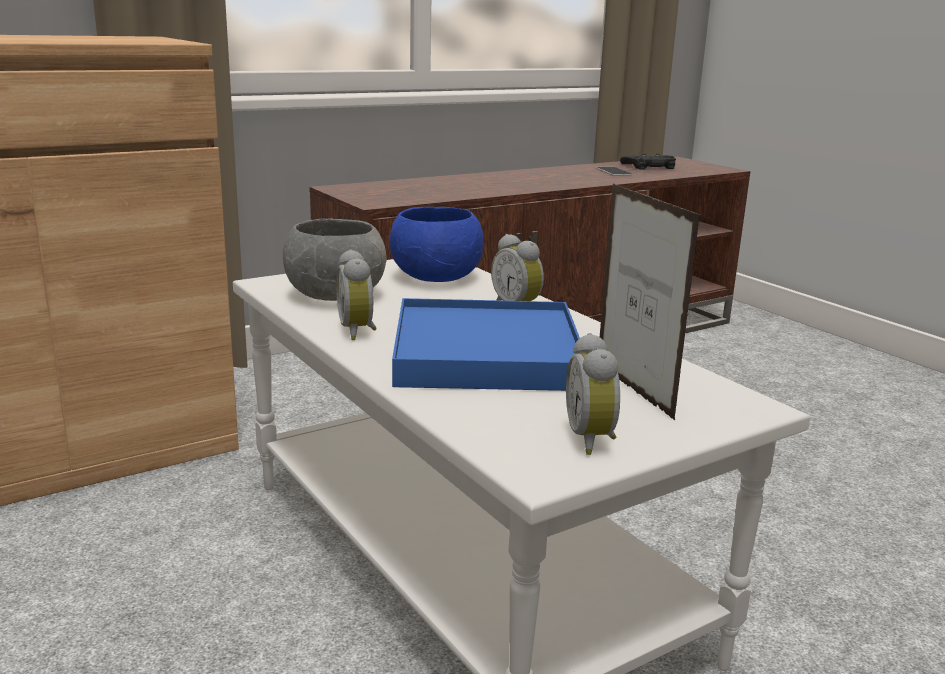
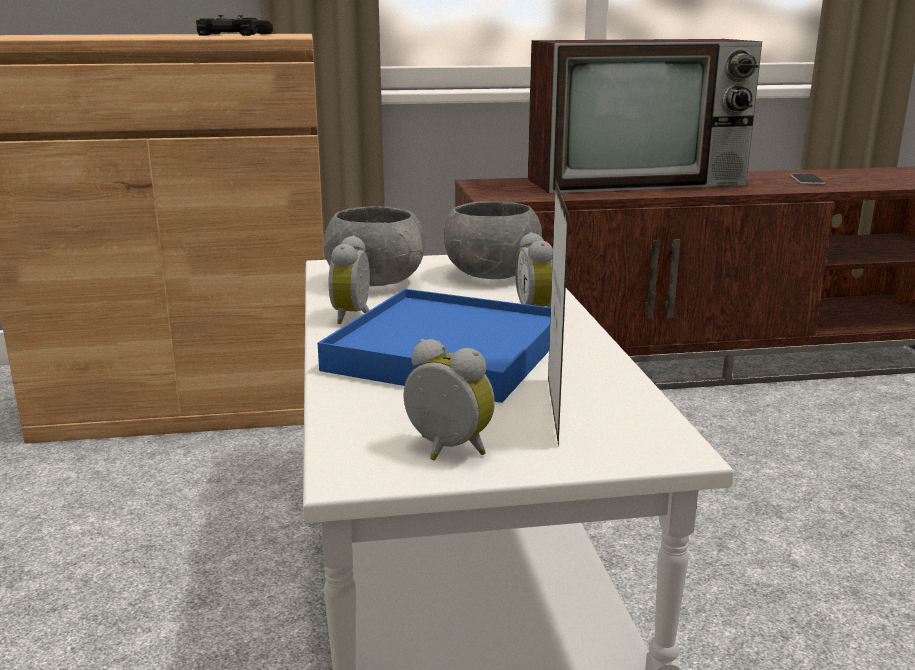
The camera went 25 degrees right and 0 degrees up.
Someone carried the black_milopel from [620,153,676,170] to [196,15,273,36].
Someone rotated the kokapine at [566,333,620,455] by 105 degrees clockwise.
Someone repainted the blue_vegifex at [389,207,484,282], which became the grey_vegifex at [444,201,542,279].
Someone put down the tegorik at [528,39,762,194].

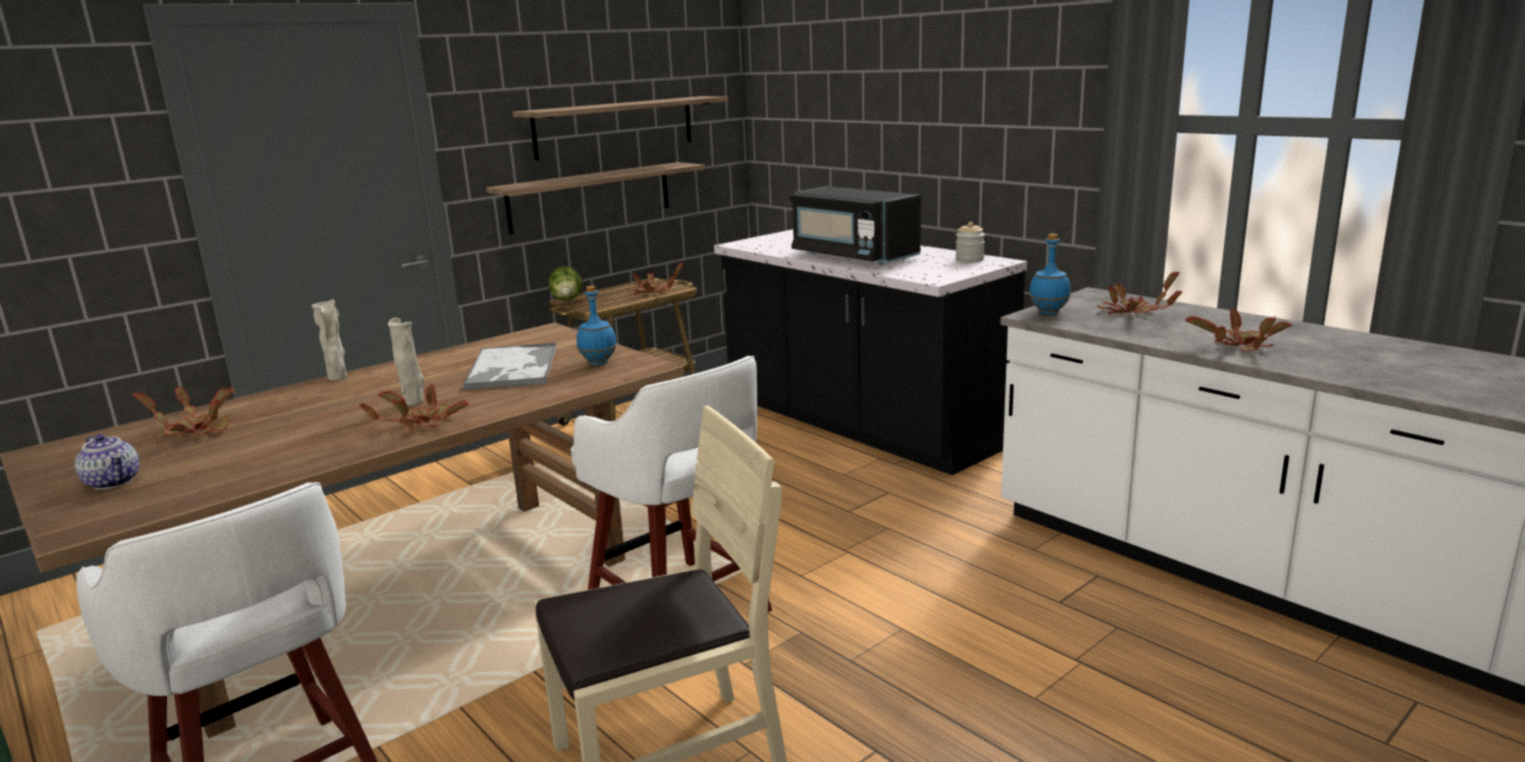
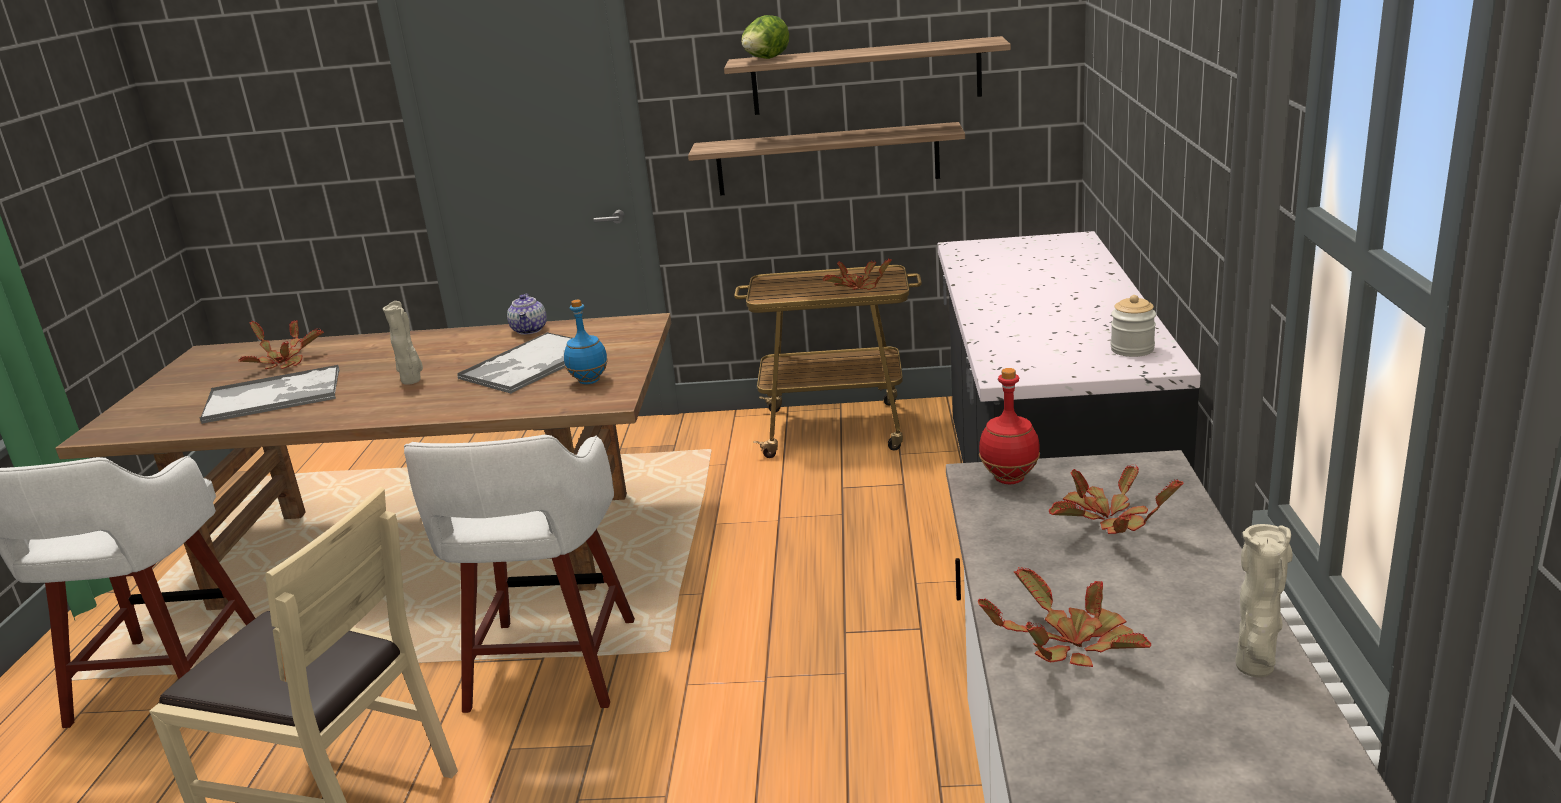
The camera went 45 degrees right and 5 degrees up.
Someone put down the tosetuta at [199,365,340,424].
Someone carried the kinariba from [75,434,140,490] to [507,294,547,335].
Someone carried the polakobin from [548,266,582,301] to [741,15,789,59].
Someone repainted the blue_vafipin at [1029,234,1071,315], which became the red_vafipin at [979,368,1040,484].
Someone carried the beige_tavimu from [311,299,347,381] to [1235,524,1293,677].
Someone took away the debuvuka at [359,385,469,430].
Someone took away the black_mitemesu at [790,186,921,265].

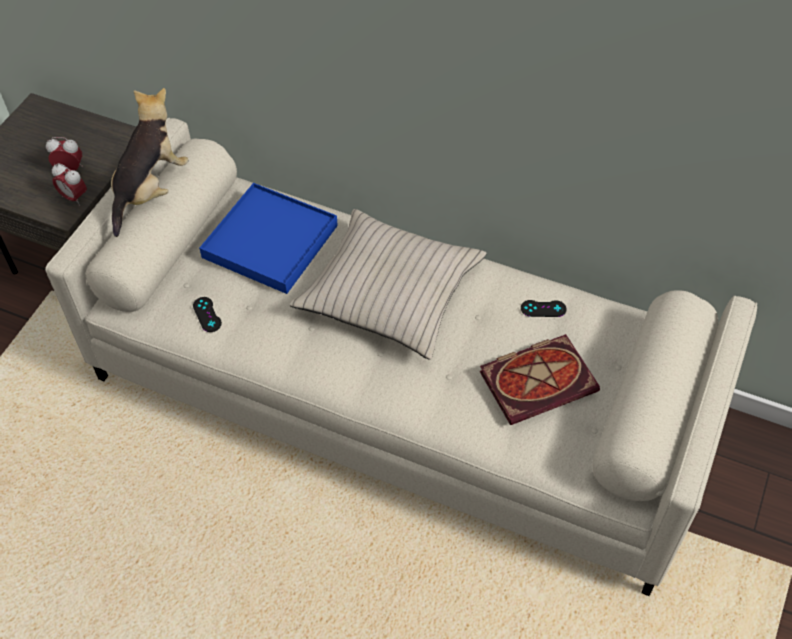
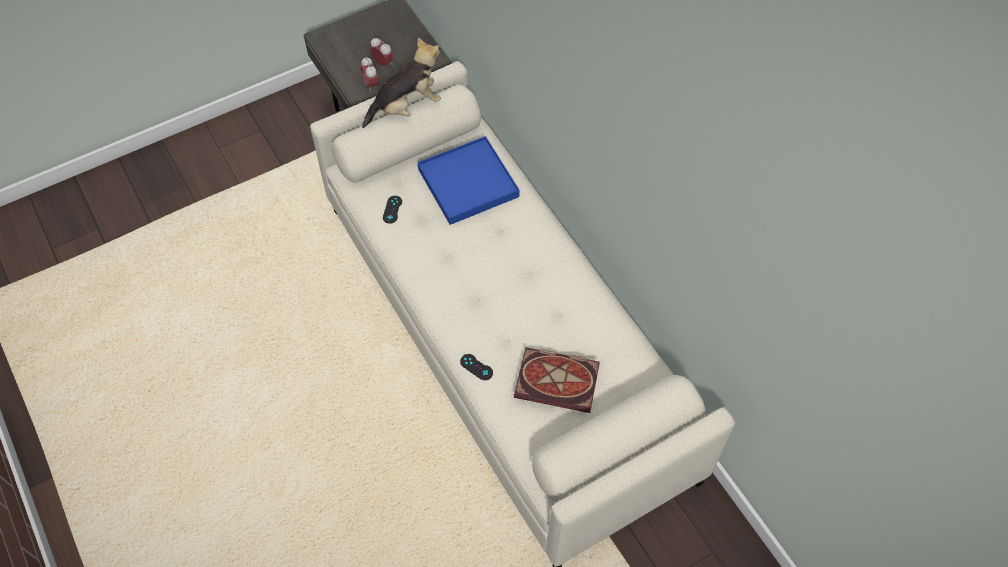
The camera went 35 degrees right and 5 degrees up.
Someone carried the black_milopel from [521,300,567,317] to [460,354,493,380].
Someone took away the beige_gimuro at [289,209,487,360].

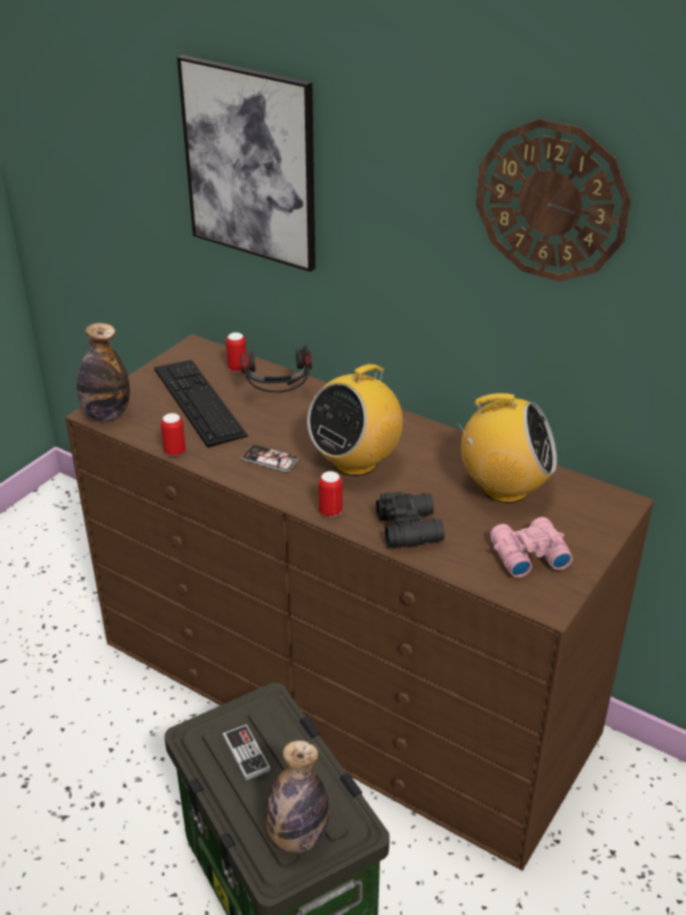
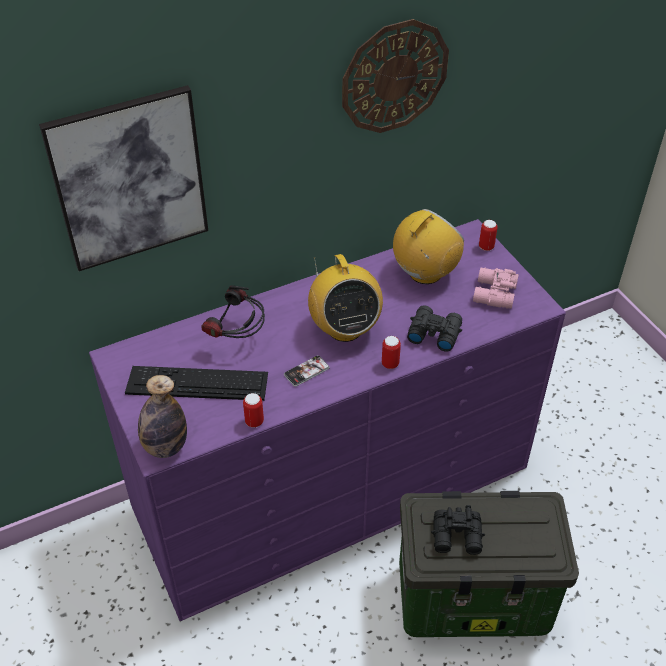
The camera went 60 degrees left and 10 degrees up.
Someone repainted the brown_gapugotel at [65,334,654,870], which became the purple_gapugotel at [89,219,566,621].
Someone swapped the milopel at [222,724,271,781] for the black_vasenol at [431,505,485,555].
Someone carried the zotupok from [226,332,246,372] to [479,220,498,251].
Someone took away the vafipin at [265,740,329,853].

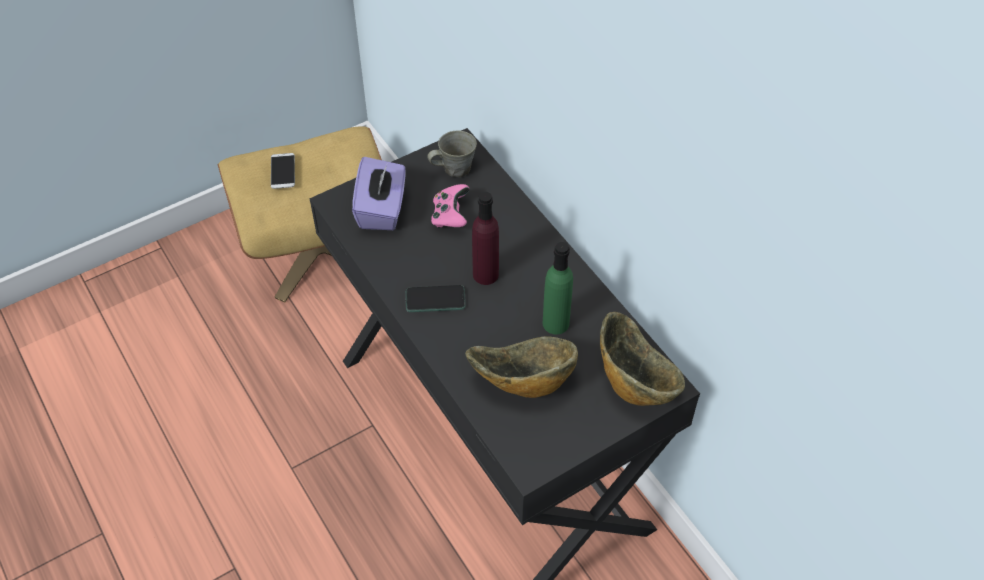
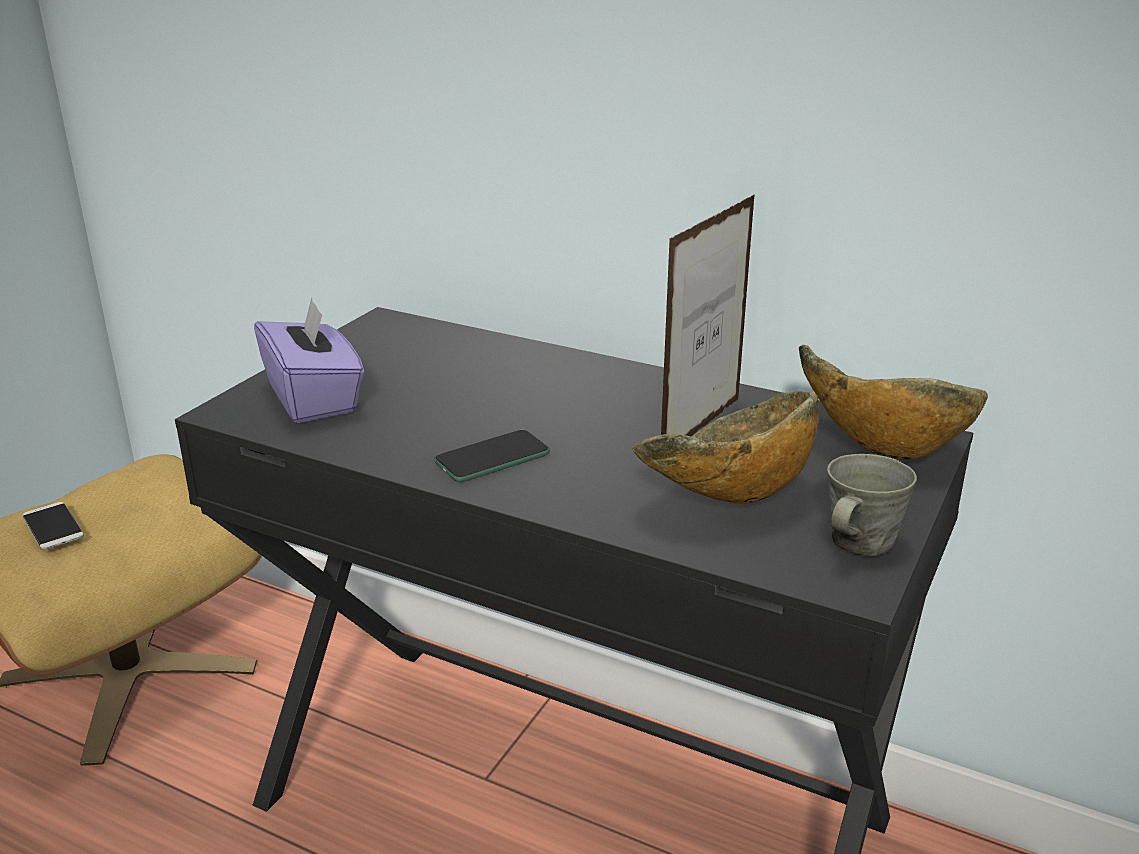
The camera went 30 degrees left and 25 degrees down.
Someone swapped the green_vafipin at [543,242,573,335] for the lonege at [661,194,755,437].
Someone carried the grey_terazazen from [427,130,477,177] to [827,454,917,556].
Someone took away the pink_milopel at [431,184,469,227].
Someone took away the purple_vafipin at [472,192,499,285].

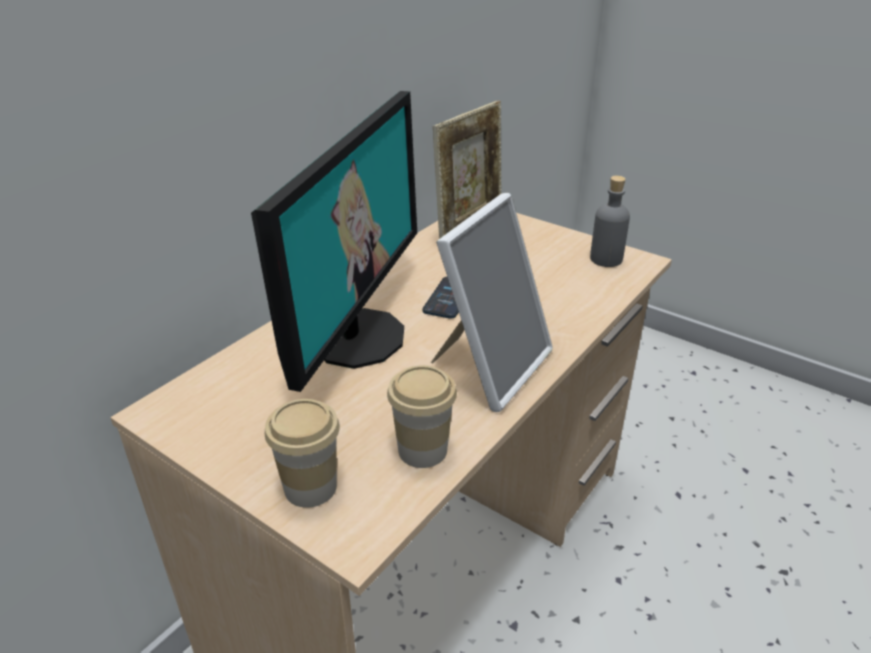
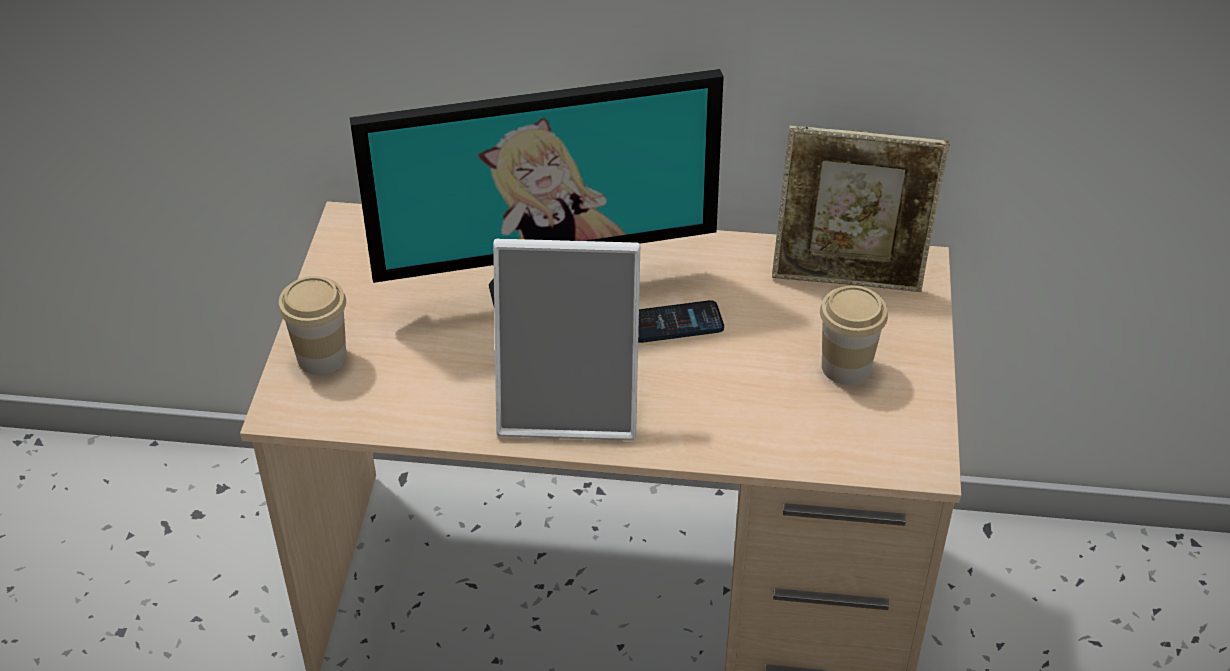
The camera went 60 degrees right and 10 degrees up.
Someone carried the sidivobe from [387,365,457,468] to [820,286,888,385].
Someone took away the grey_vafipin at [590,176,630,267].

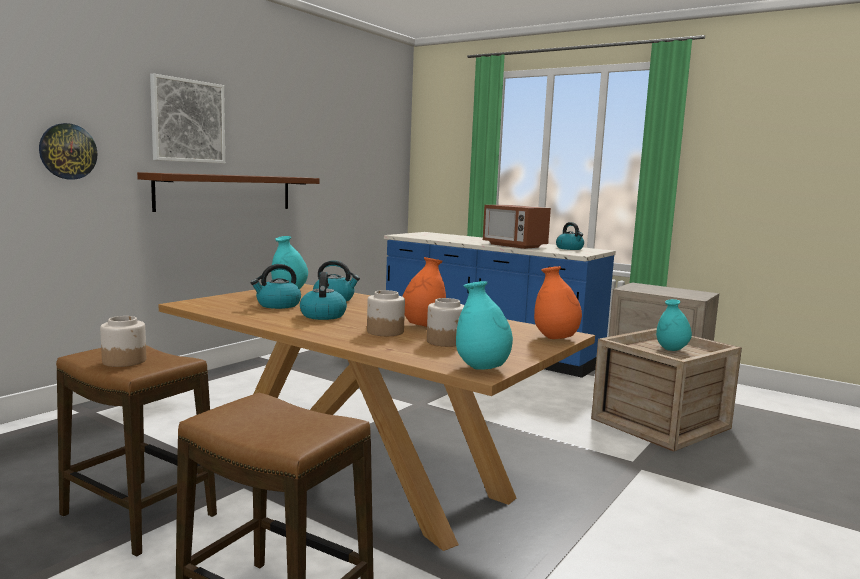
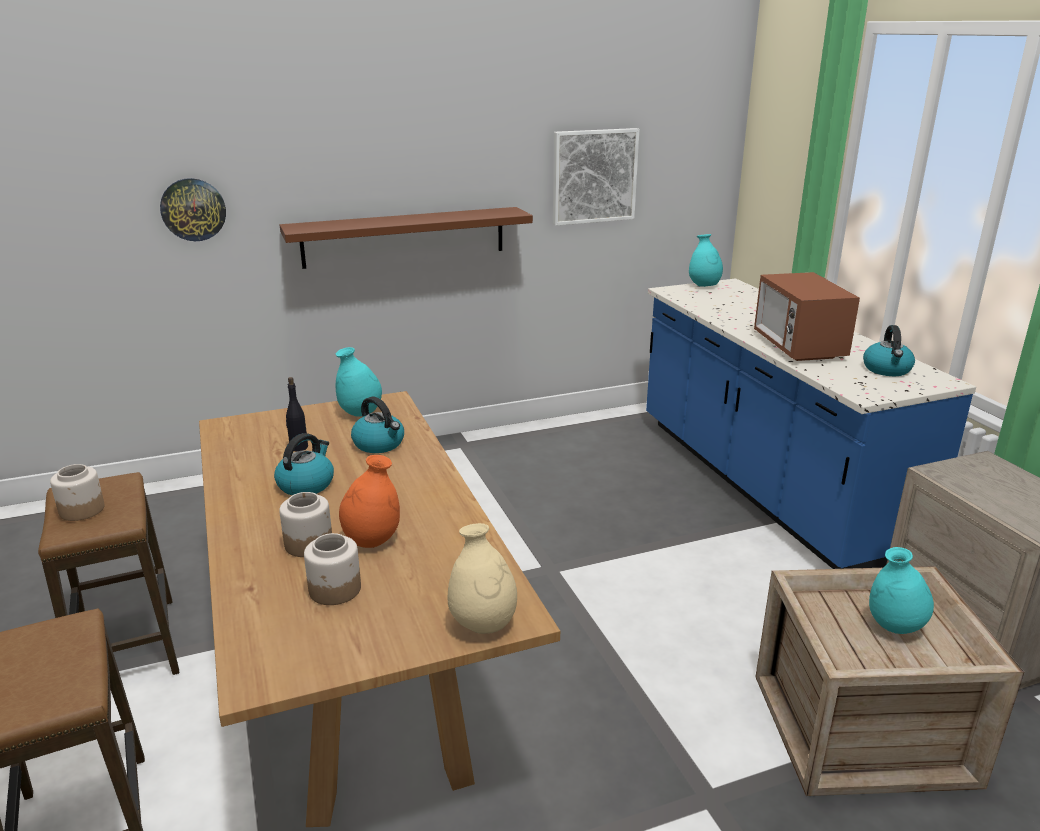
The camera went 35 degrees right and 15 degrees up.
Someone swapped the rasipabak at [251,264,301,309] for the black_vafipin at [286,377,308,452].
Someone repainted the orange_tavimu at [534,266,582,339], which became the beige_tavimu at [448,523,517,634].
Someone carried the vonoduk from [150,74,225,163] to [553,128,640,226].
Someone carried the turquoise_tavimu from [456,281,513,370] to [689,234,723,287].

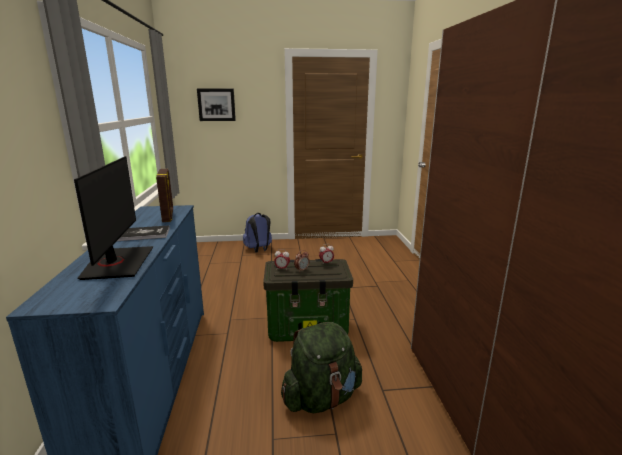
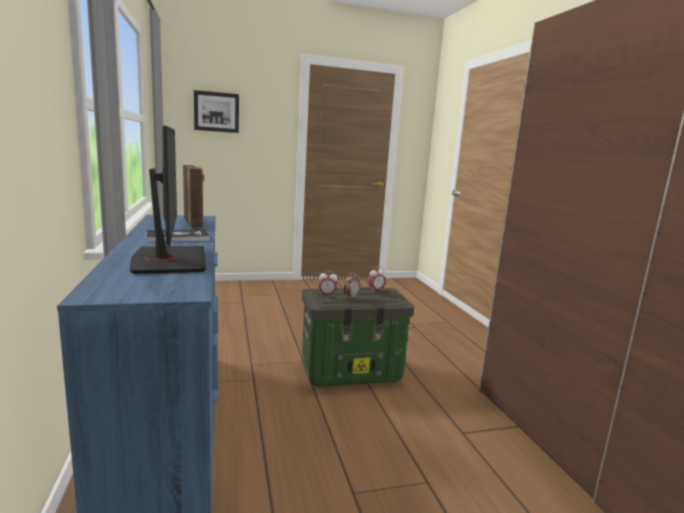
The camera went 10 degrees left and 5 degrees down.
Someone took away the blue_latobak at [243,213,272,253].
Someone took away the green_latobak at [281,322,362,413].

